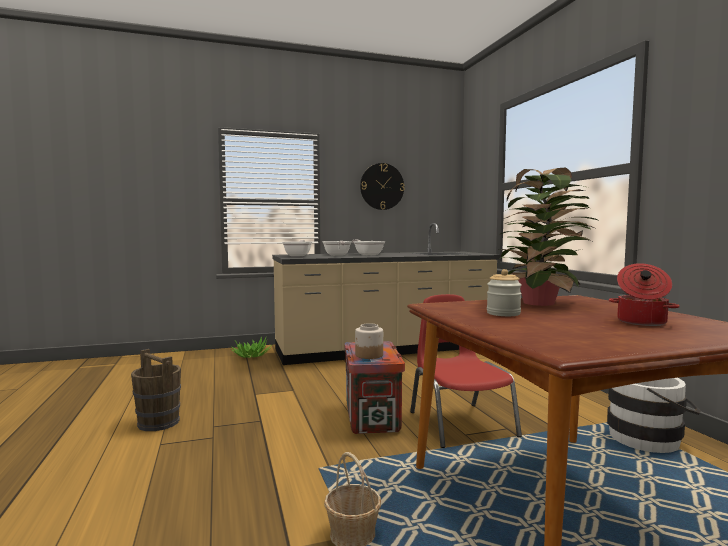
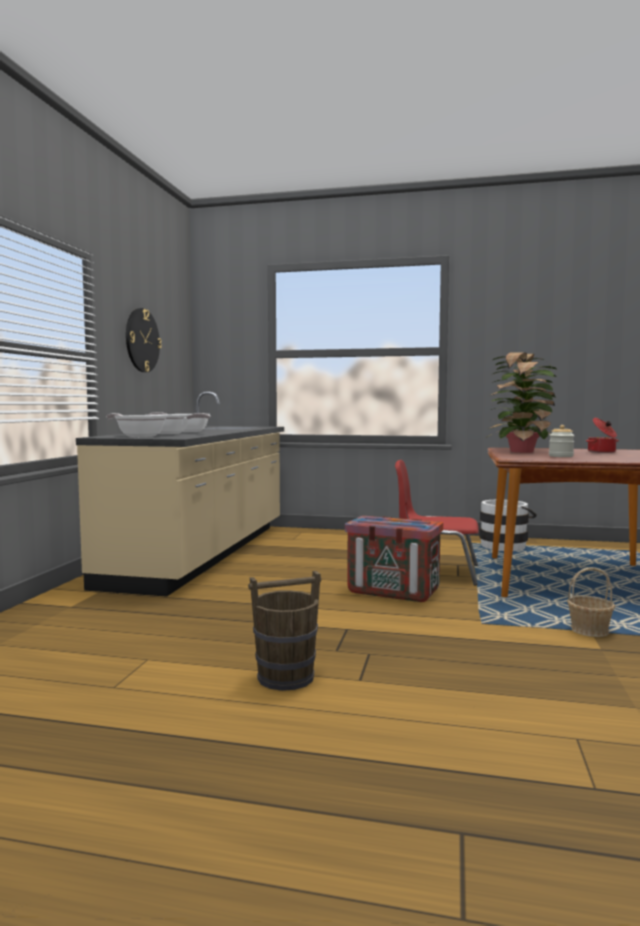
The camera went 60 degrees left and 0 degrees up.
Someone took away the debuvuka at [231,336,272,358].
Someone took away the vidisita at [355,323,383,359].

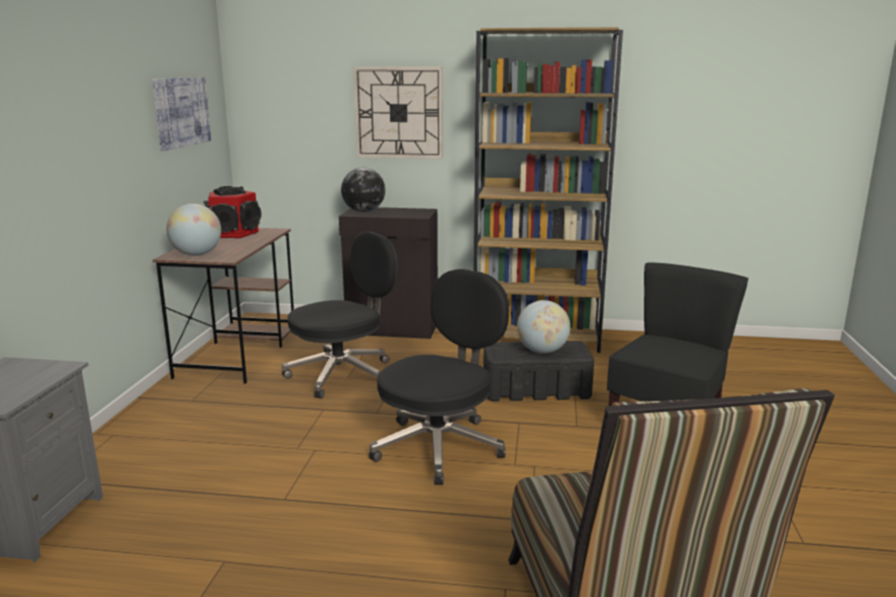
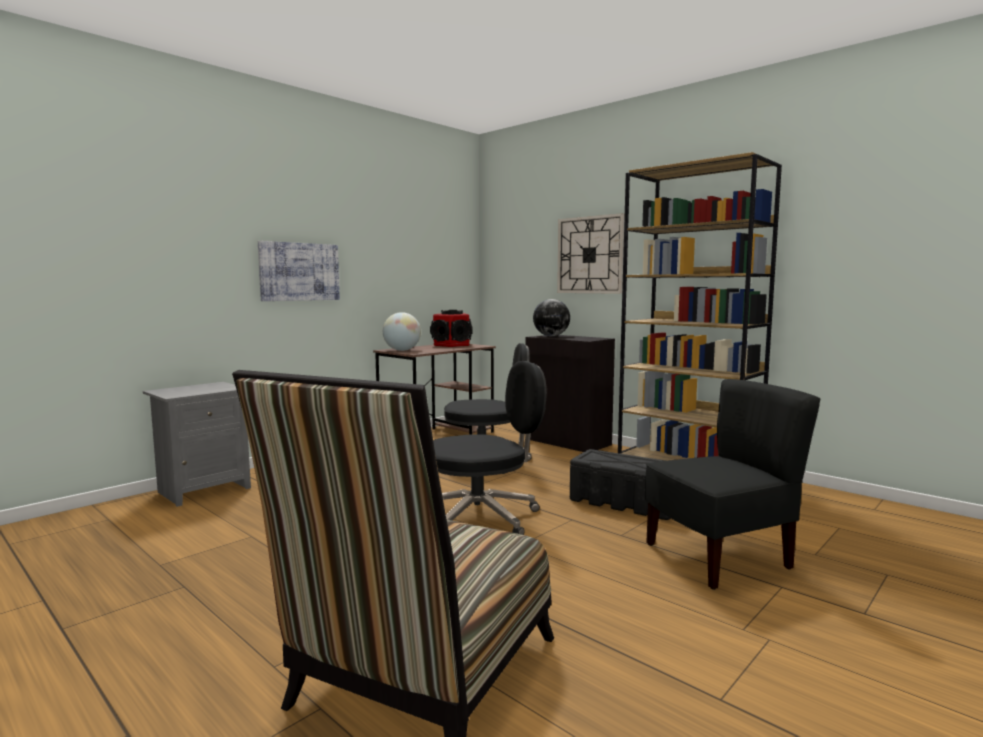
The camera went 35 degrees right and 10 degrees down.
Someone carried the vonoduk from [152,77,211,151] to [258,241,340,301].
Someone took away the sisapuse at [517,300,570,354].

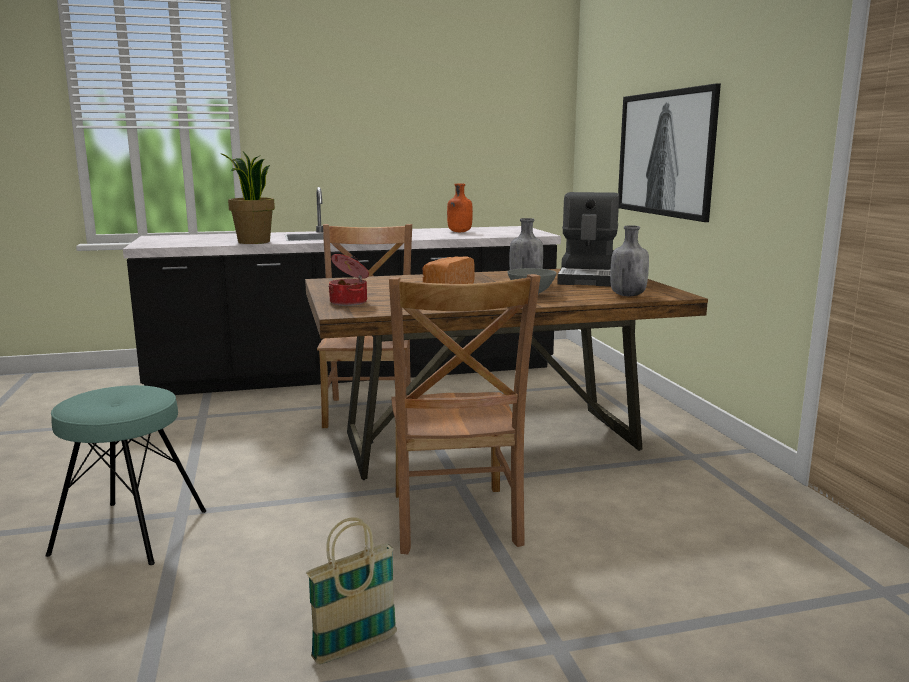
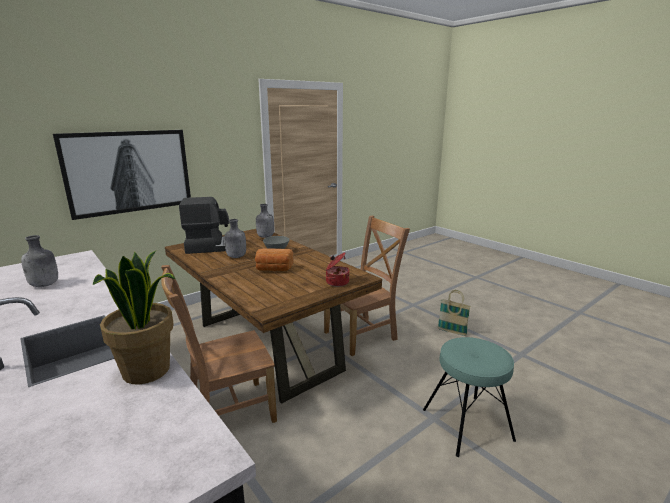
The camera went 115 degrees left and 5 degrees up.
Someone repainted the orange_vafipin at [447,184,473,232], which became the grey_vafipin at [21,235,58,287].

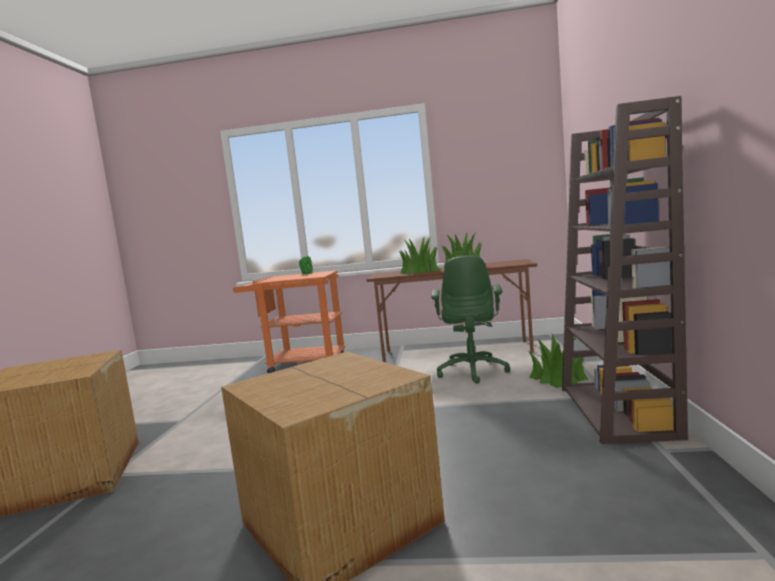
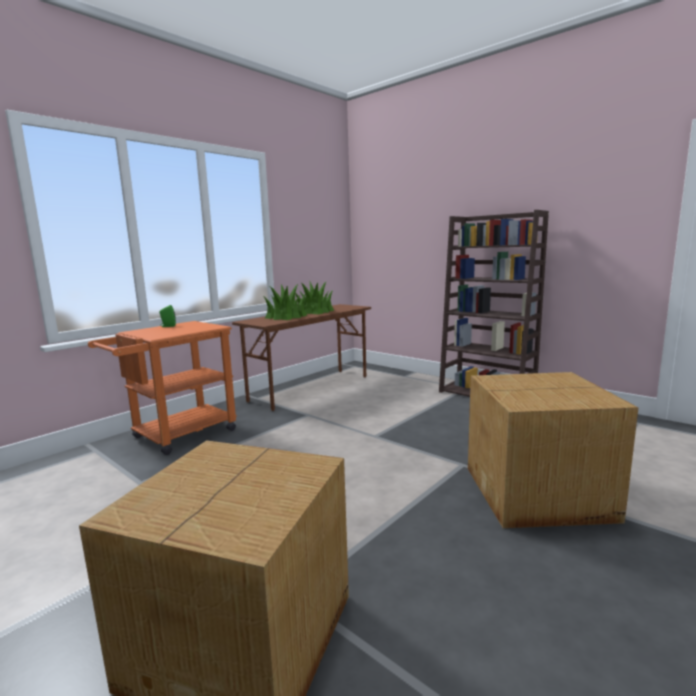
The camera went 55 degrees left and 5 degrees up.
Someone took away the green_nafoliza at [431,255,510,384].
Someone took away the debuvuka at [528,334,588,388].

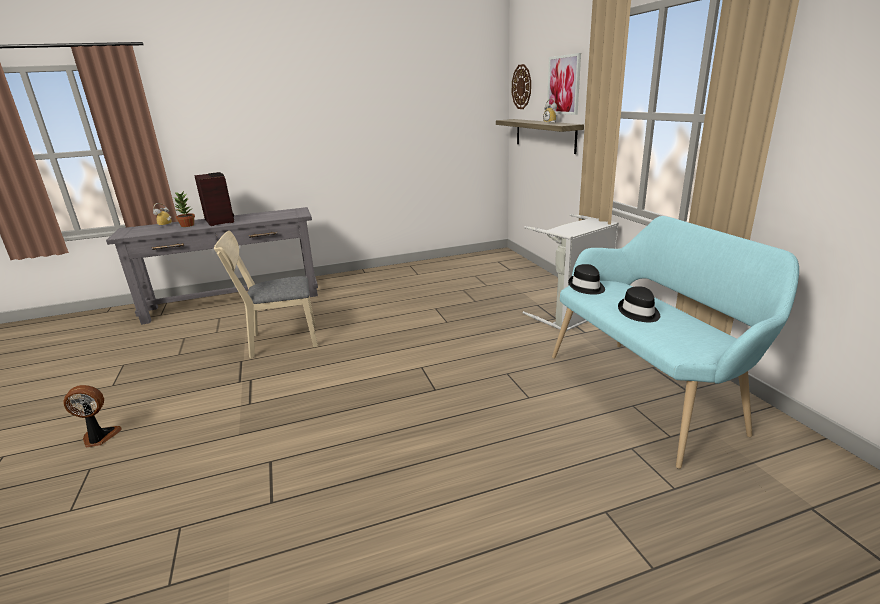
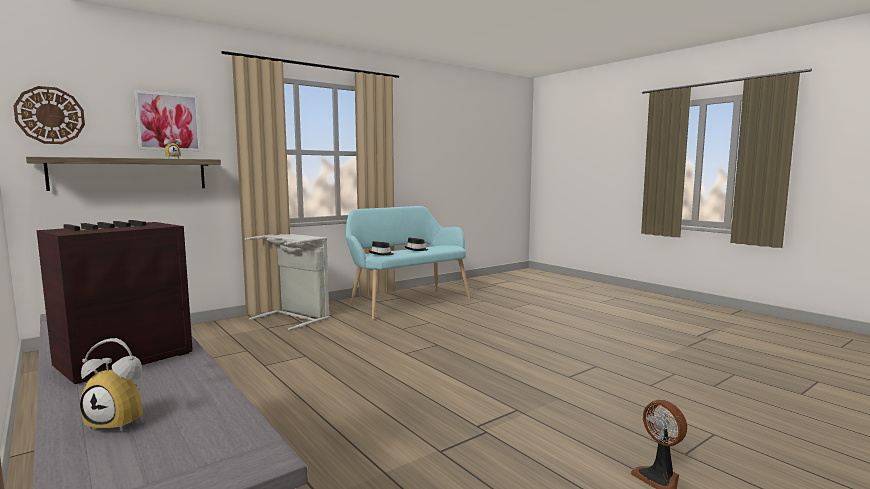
The camera went 110 degrees left and 15 degrees down.
Someone took away the debuvuka at [173,190,195,227].
Someone took away the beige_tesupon at [214,231,318,358].

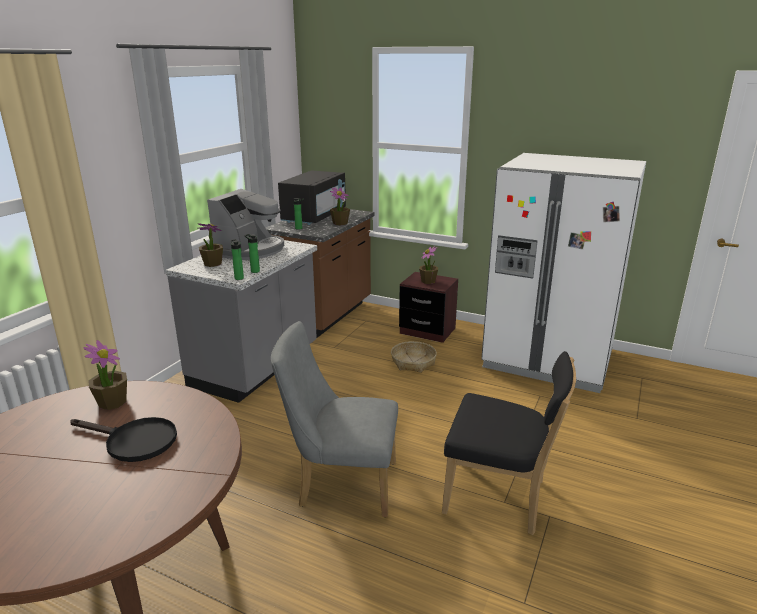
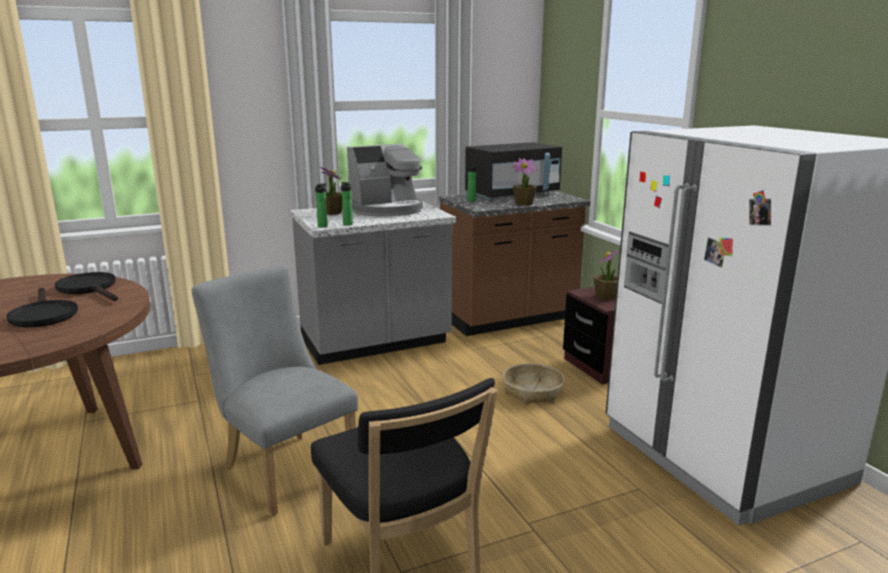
The camera went 40 degrees right and 5 degrees down.
Someone swapped the debuvuka at [83,340,127,410] for the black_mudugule at [55,272,118,301].

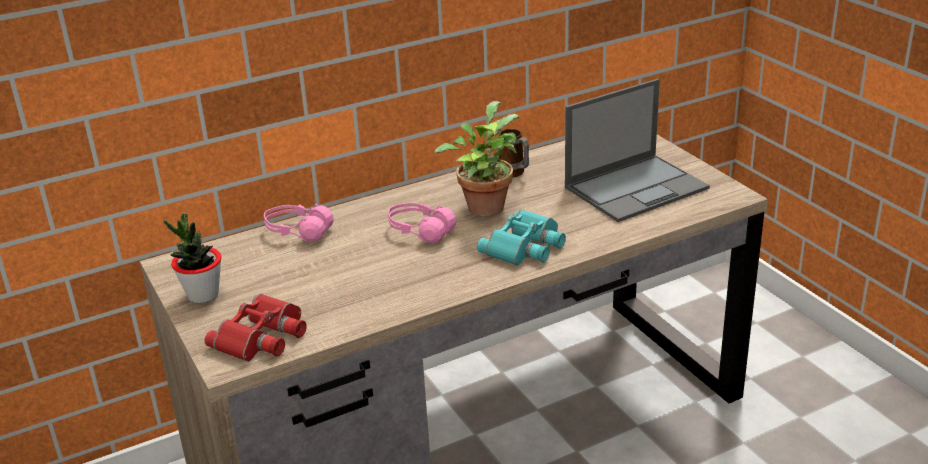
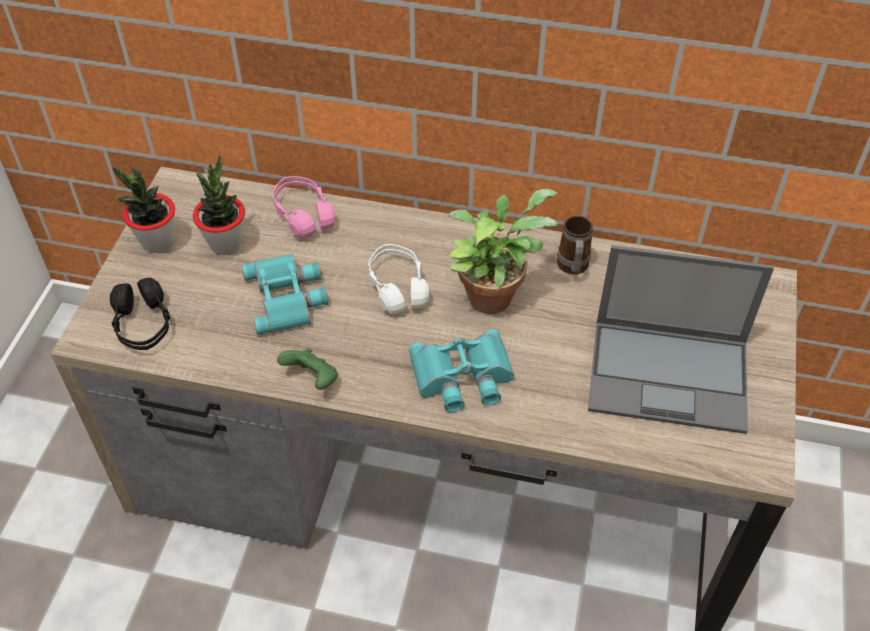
The camera went 40 degrees right and 20 degrees up.
Someone swapped the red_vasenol at [205,294,307,362] for the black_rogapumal at [110,278,170,350].
Someone put down the debuvuka at [193,155,245,255].
Someone put down the turquoise_vasenol at [242,254,328,335].
Someone put down the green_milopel at [277,348,338,390].
Someone repainted the pink_rogapumal at [388,203,456,243], which became the white_rogapumal at [368,244,429,314].

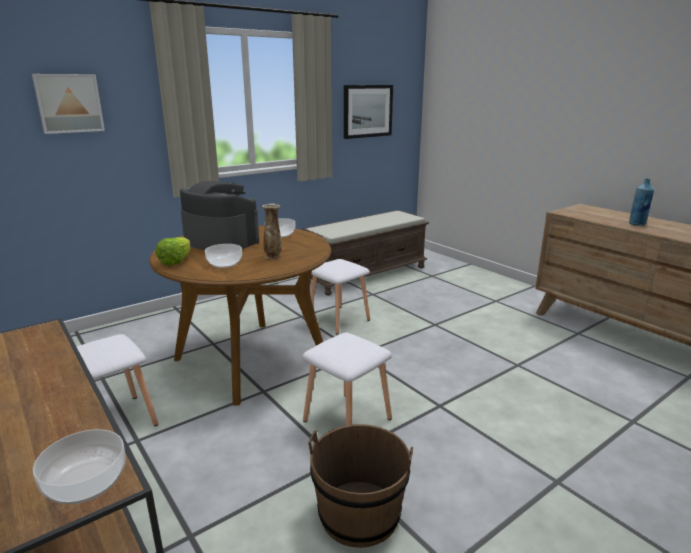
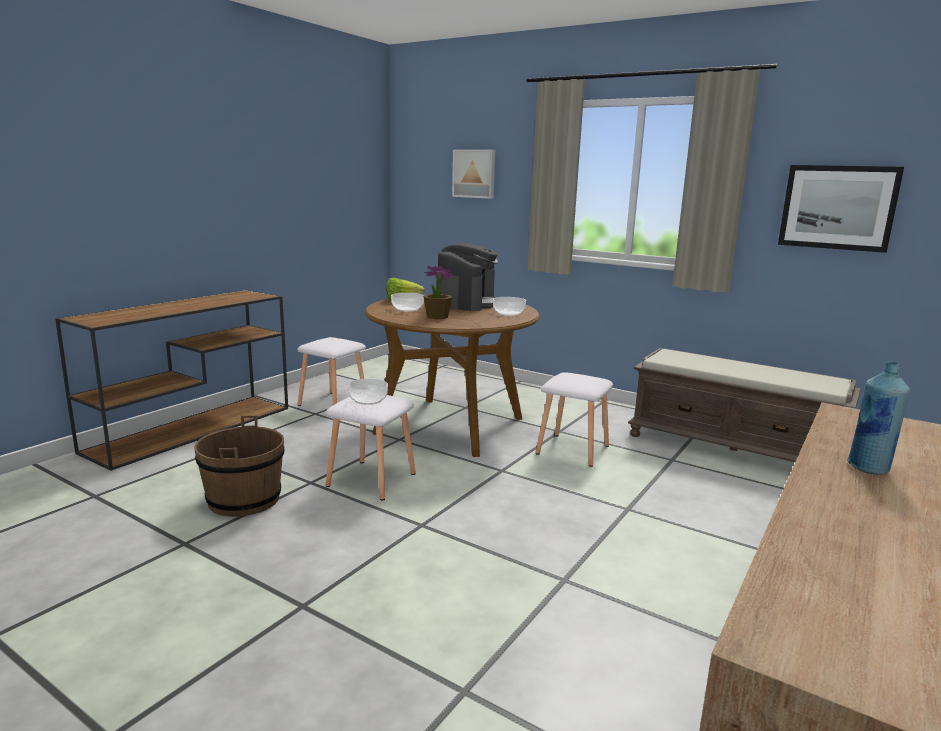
The camera went 70 degrees right and 5 degrees down.
Someone carried the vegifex from [33,429,126,504] to [348,379,388,405].
Someone swapped the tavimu at [262,203,282,260] for the debuvuka at [423,266,453,319].

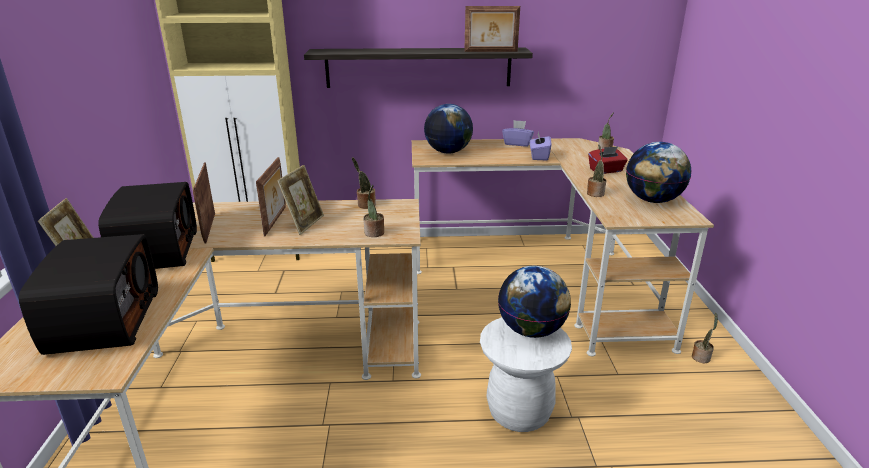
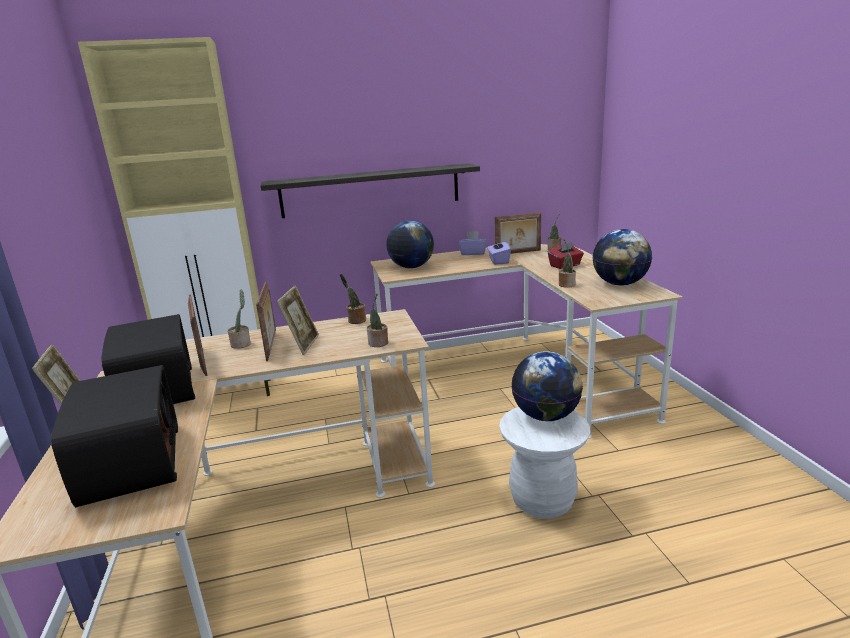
The camera went 10 degrees left and 5 degrees down.
Someone carried the debuvuka from [692,313,718,363] to [228,289,251,349].
Someone carried the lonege from [464,6,520,52] to [495,212,541,254].

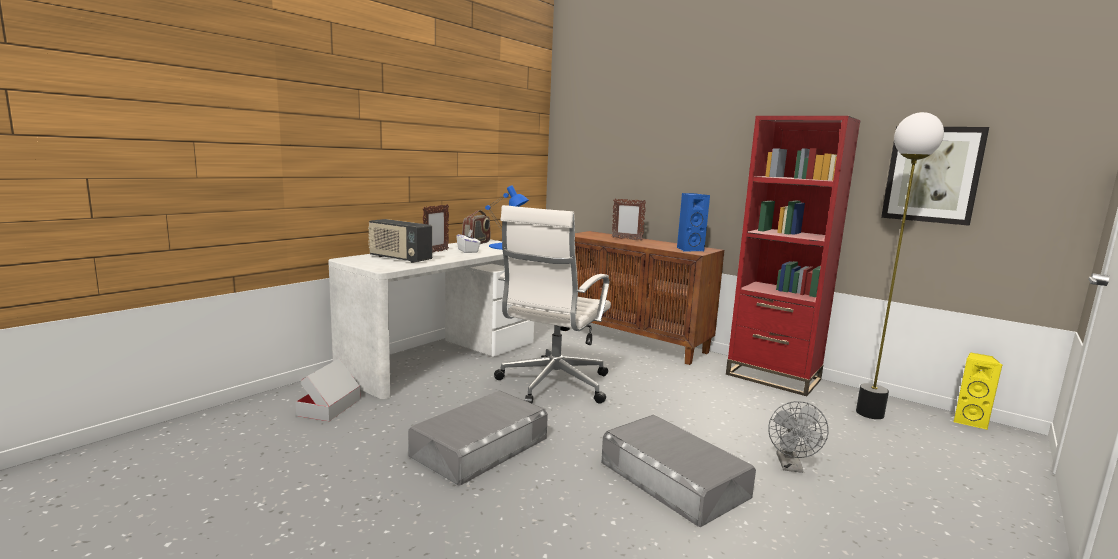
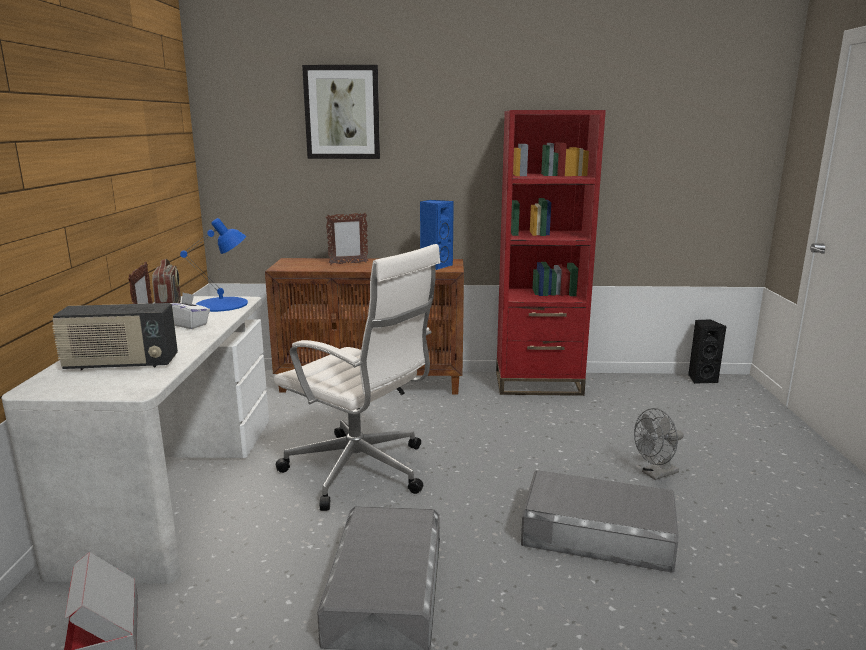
The camera went 35 degrees left and 5 degrees up.
Someone rotated the white_nafoliza at [494,205,611,404] by 45 degrees counterclockwise.
Someone carried the vonoduk from [881,126,989,226] to [302,65,380,159].
Someone rotated the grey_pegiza at [768,401,829,473] by 90 degrees clockwise.
Someone repainted the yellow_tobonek at [953,352,1002,430], which became the black_tobonek at [688,319,727,384].
Someone took away the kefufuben at [856,112,944,419].

